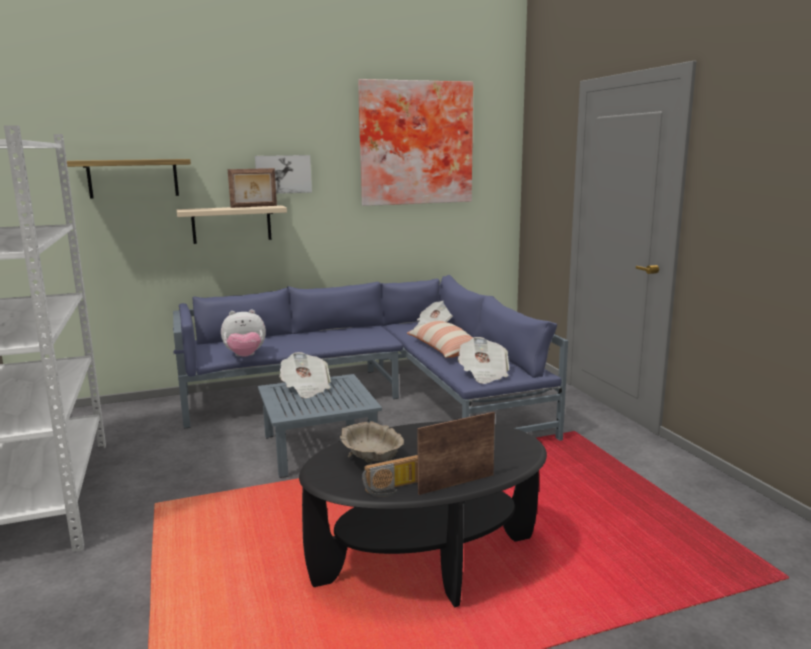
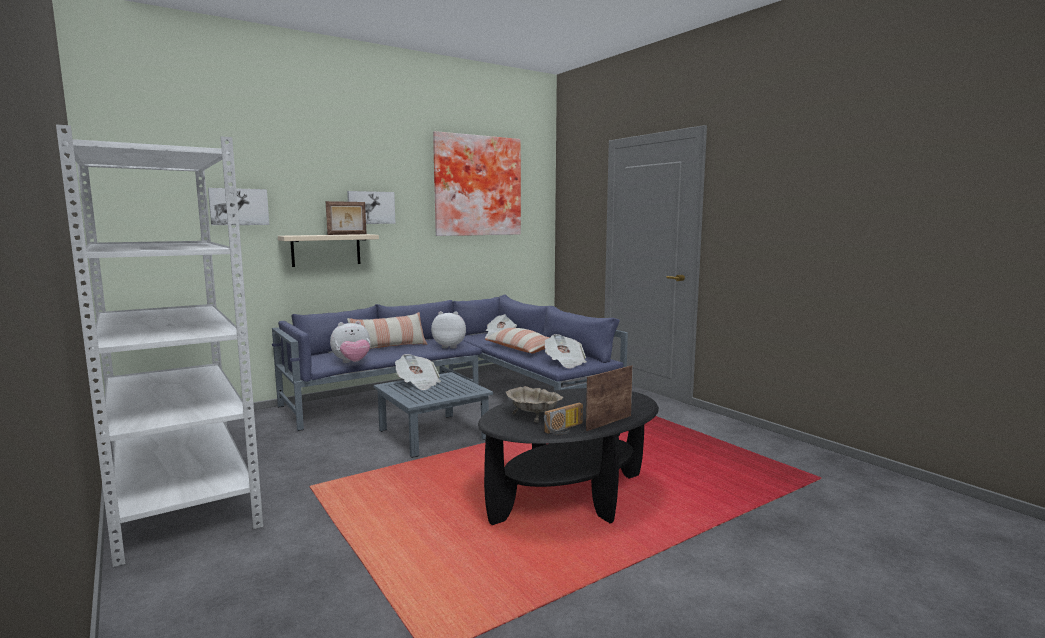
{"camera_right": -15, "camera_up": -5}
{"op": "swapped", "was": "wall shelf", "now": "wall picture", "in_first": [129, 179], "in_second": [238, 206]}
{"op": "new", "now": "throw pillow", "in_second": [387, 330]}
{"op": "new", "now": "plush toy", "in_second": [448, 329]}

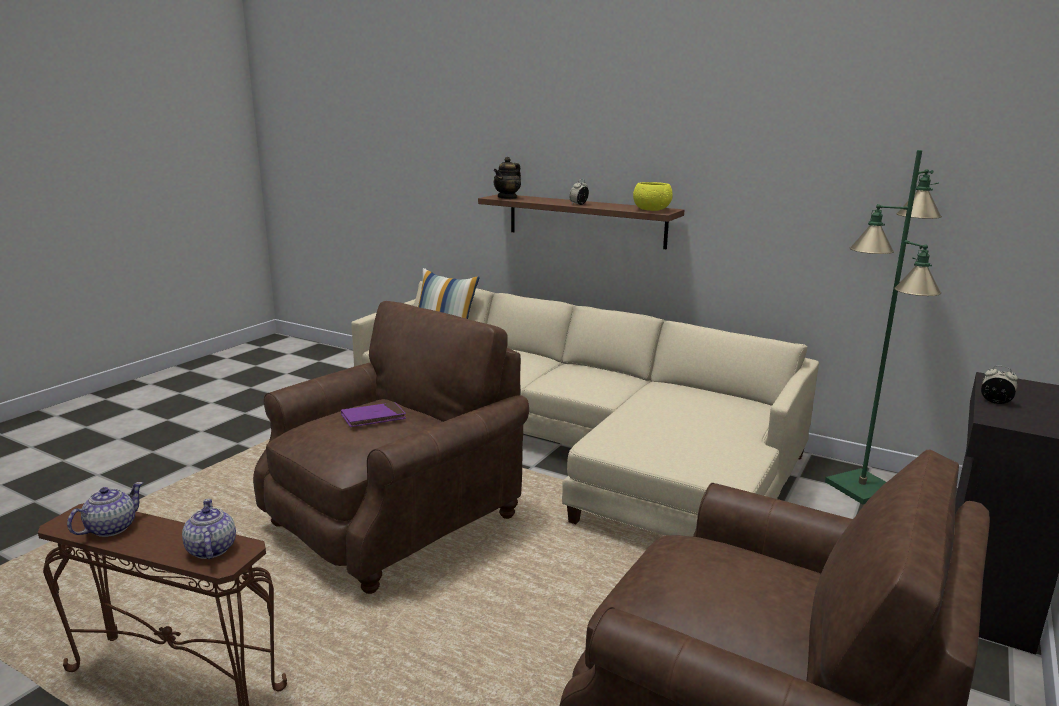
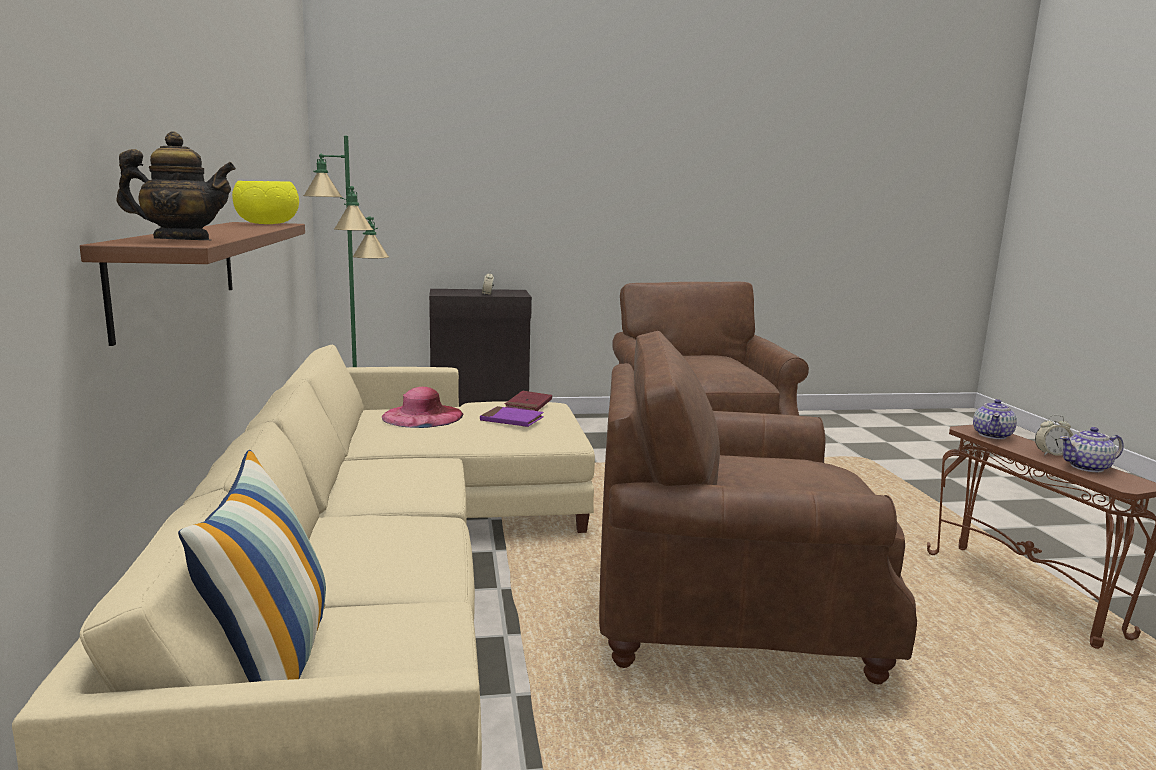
{"camera_right": -130, "camera_up": -5}
{"op": "shifted", "was": "purple-coloured bound book", "in_first": [373, 414], "in_second": [512, 416]}
{"op": "shifted", "was": "bedside clock", "in_first": [579, 192], "in_second": [1054, 435]}
{"op": "new", "now": "pink-coloured hat", "in_second": [422, 407]}
{"op": "new", "now": "red bound book", "in_second": [528, 401]}

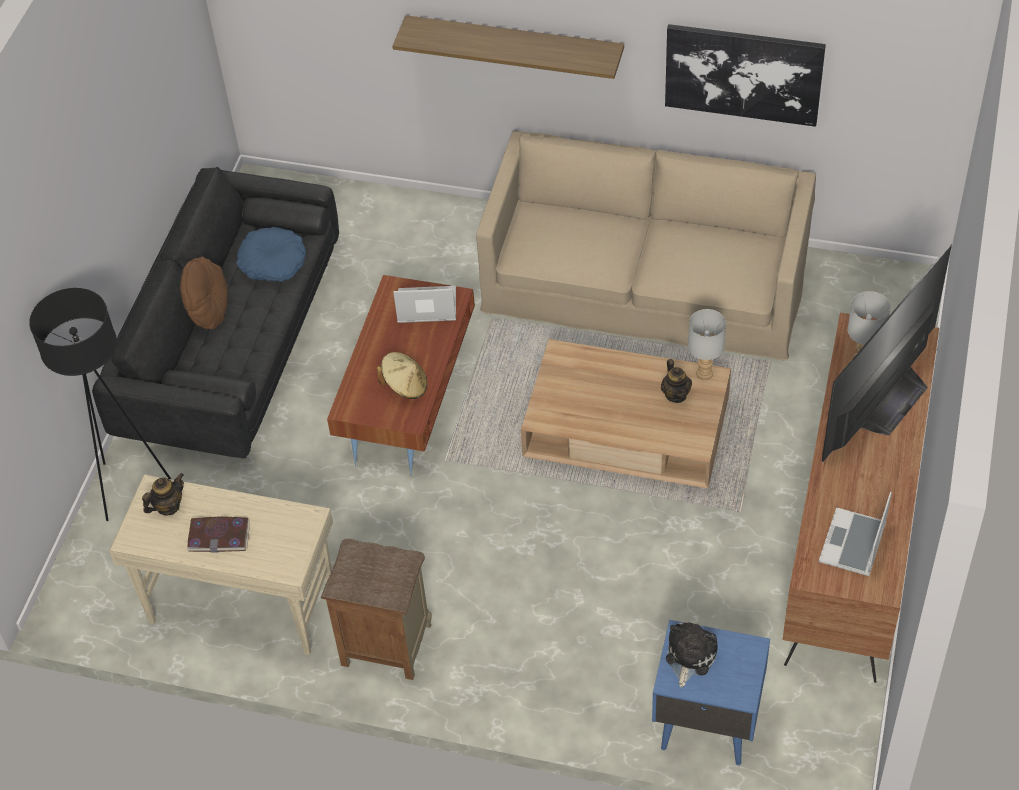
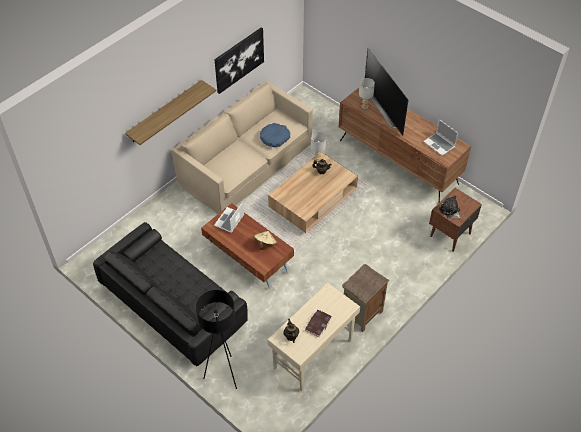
{"camera_right": -65, "camera_up": 0}
{"op": "gone", "was": "brown throw pillow", "in_first": [204, 292]}
{"op": "shifted", "was": "blue-coloured throw pillow", "in_first": [271, 254], "in_second": [275, 135]}
{"op": "repainted", "was": "blue-coloured nightstand", "now": "brown nightstand", "in_first": [711, 692], "in_second": [455, 220]}

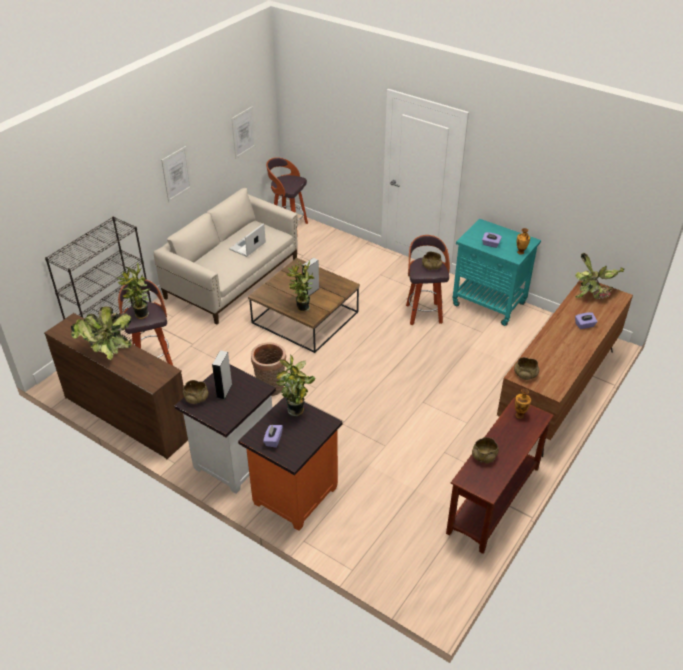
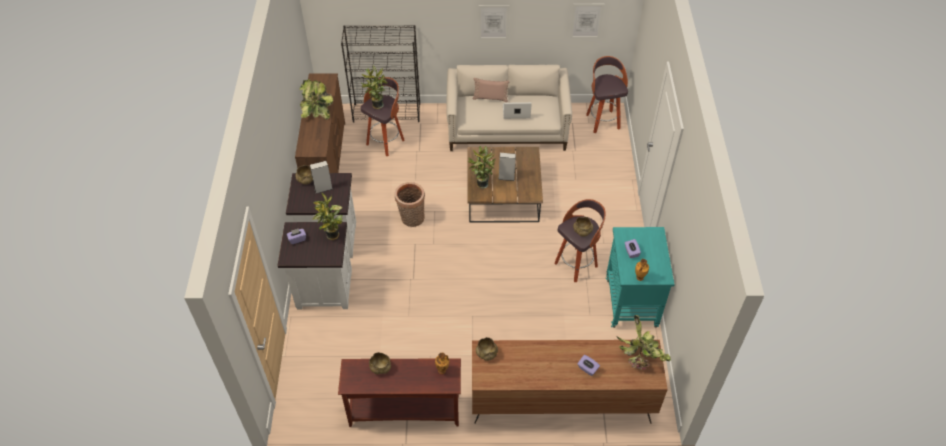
{"camera_right": 55, "camera_up": 10}
{"op": "repainted", "was": "orange-coloured cabinet", "now": "white cabinet", "in_first": [290, 464], "in_second": [314, 265]}
{"op": "new", "now": "beige-coloured throw pillow", "in_second": [491, 90]}

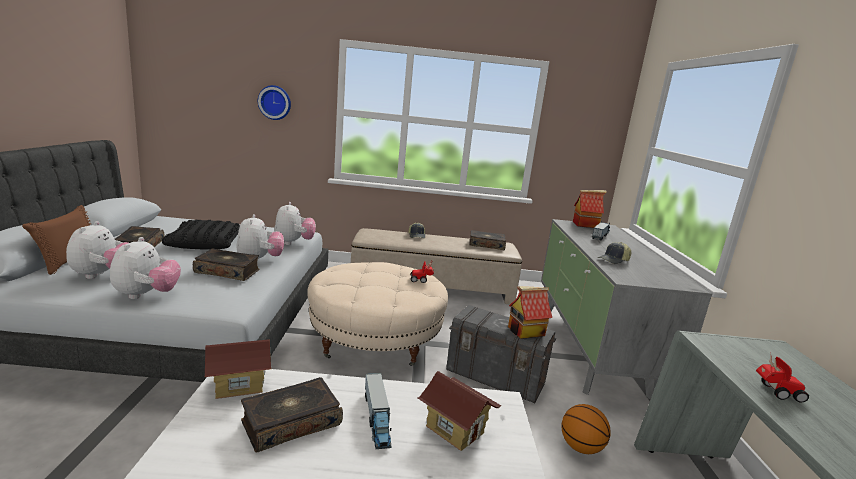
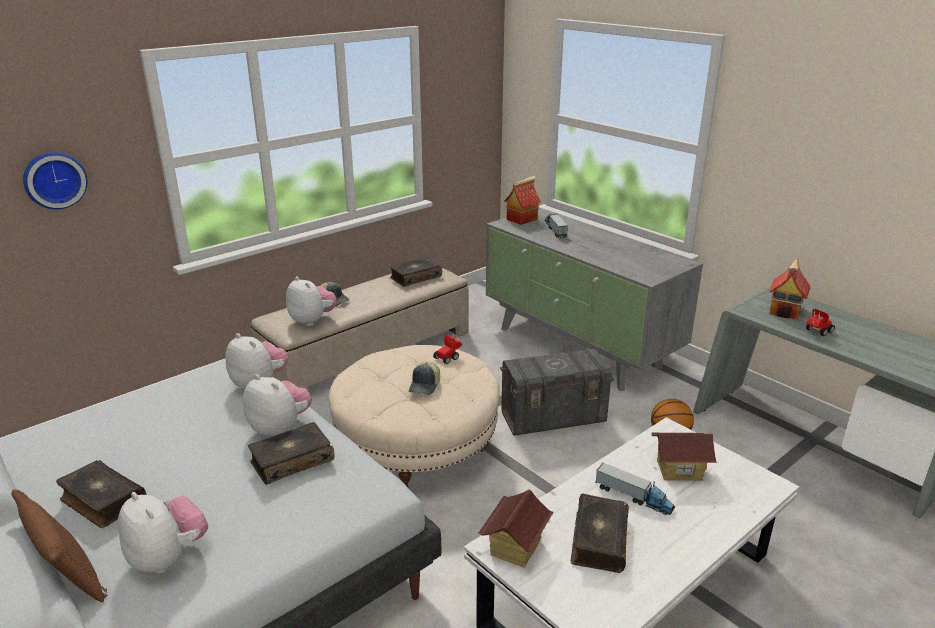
{"camera_right": -40, "camera_up": 10}
{"op": "shifted", "was": "plush toy", "in_first": [145, 268], "in_second": [311, 301]}
{"op": "gone", "was": "black throw pillow", "in_first": [201, 235]}
{"op": "shifted", "was": "toy house", "in_first": [530, 312], "in_second": [789, 289]}
{"op": "shifted", "was": "baseball cap", "in_first": [614, 253], "in_second": [424, 378]}

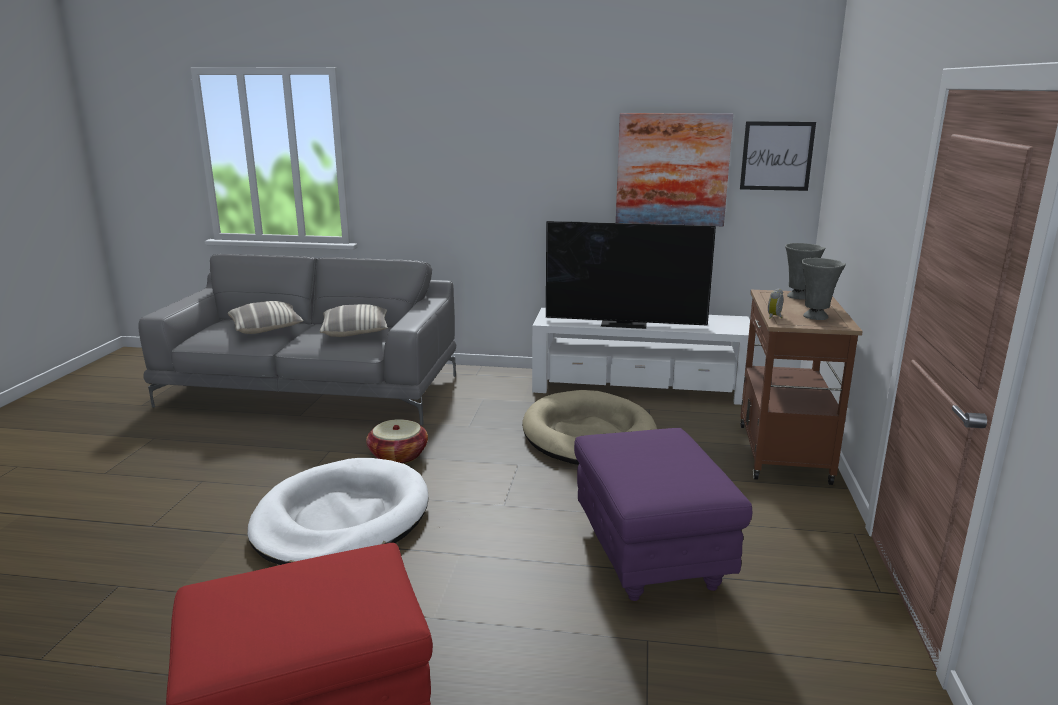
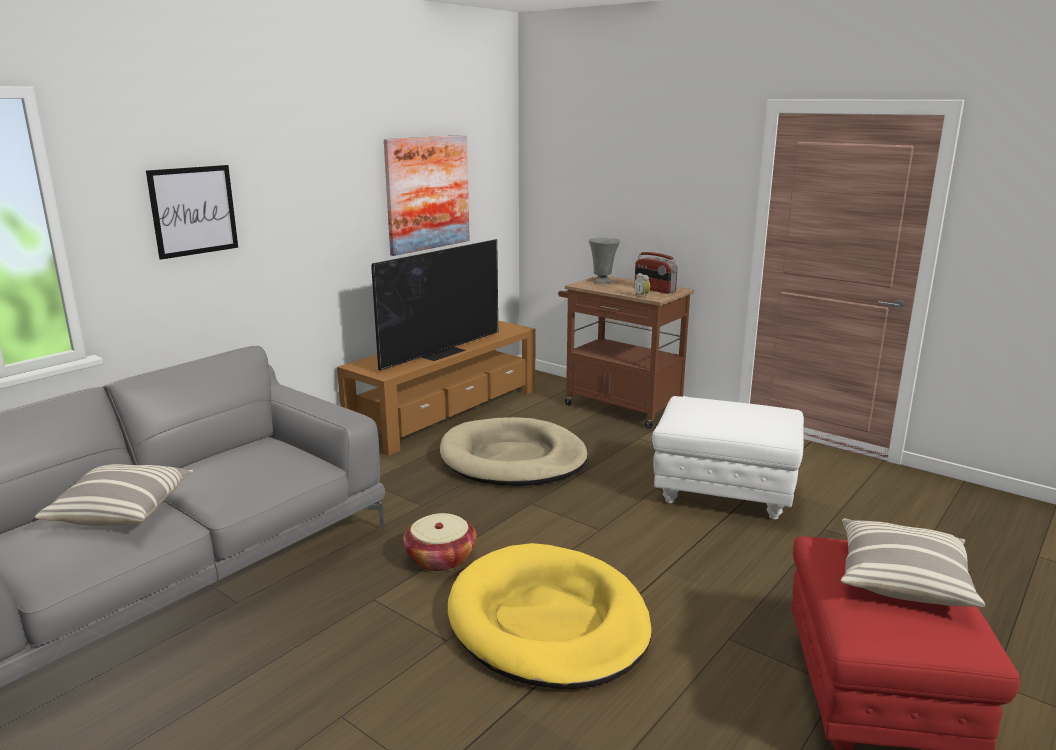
{"camera_right": -60, "camera_up": 0}
{"op": "repainted", "was": "white dog cushion", "now": "yellow dog cushion", "in_first": [337, 511], "in_second": [550, 616]}
{"op": "shifted", "was": "throw pillow", "in_first": [354, 320], "in_second": [913, 563]}
{"op": "repainted", "was": "white media console", "now": "brown media console", "in_first": [644, 356], "in_second": [436, 388]}
{"op": "repainted", "was": "purple-coloured pouffe", "now": "white pouffe", "in_first": [663, 514], "in_second": [728, 457]}
{"op": "shifted", "was": "wall picture", "in_first": [778, 156], "in_second": [192, 212]}
{"op": "swapped", "was": "grey decorative vase", "now": "radio set", "in_first": [823, 289], "in_second": [656, 273]}

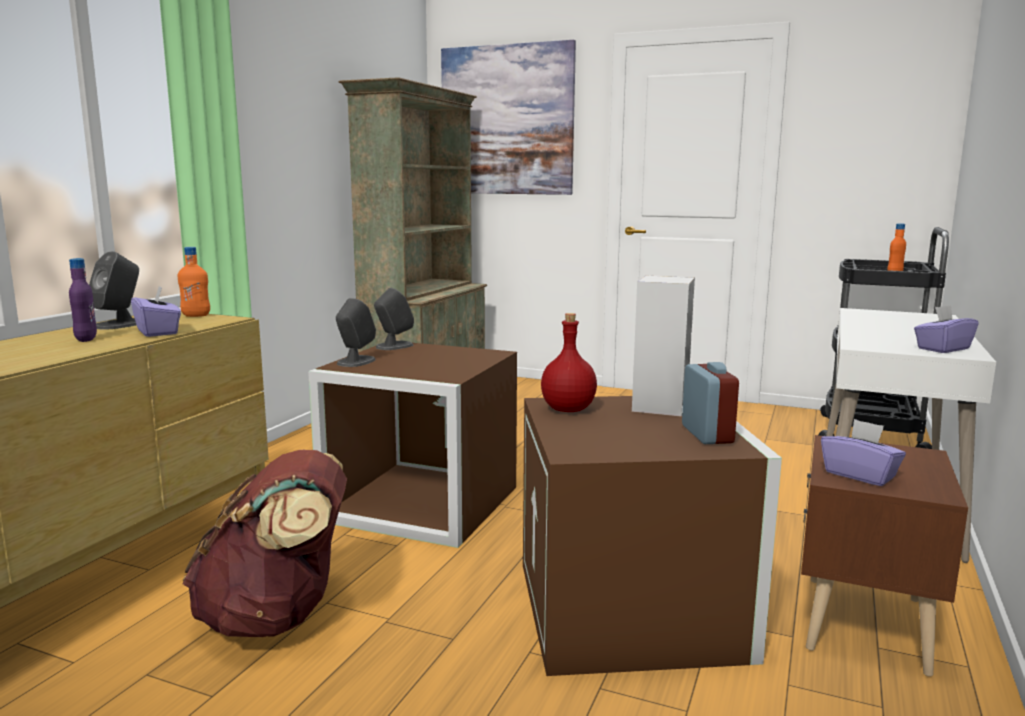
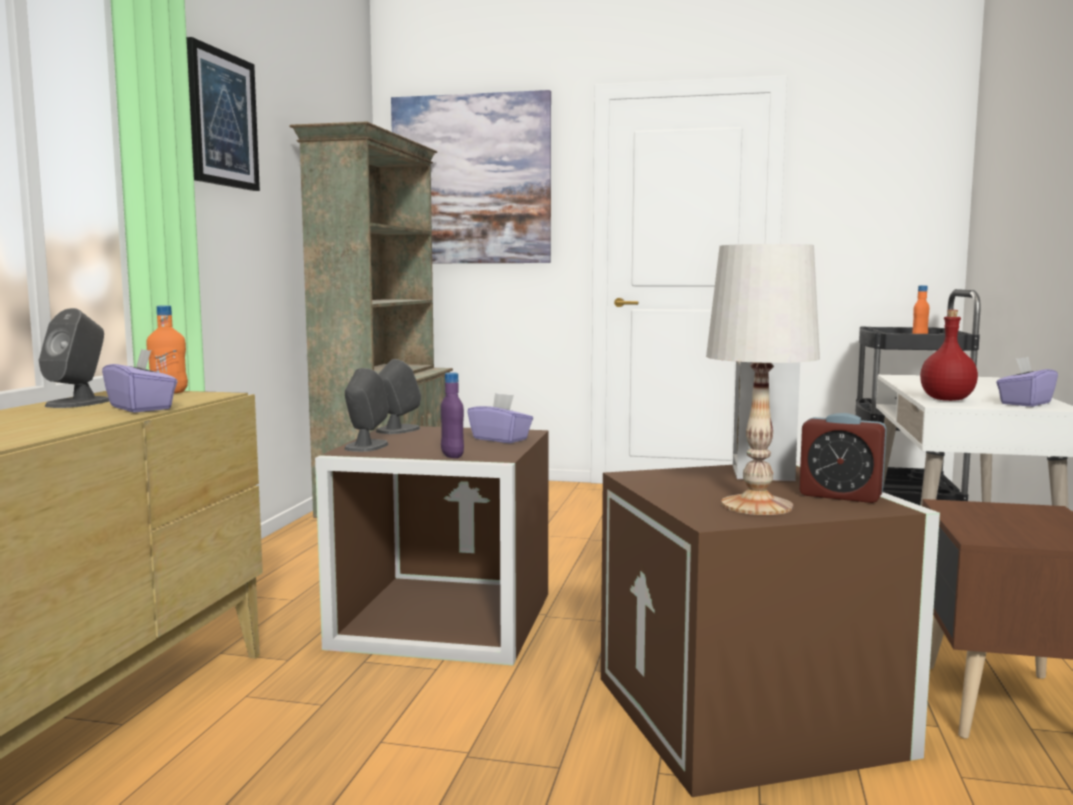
{"camera_right": -10, "camera_up": -5}
{"op": "shifted", "was": "purple-coloured bottle", "in_first": [83, 300], "in_second": [452, 415]}
{"op": "gone", "was": "brown knapsack", "in_first": [265, 543]}
{"op": "shifted", "was": "red bottle", "in_first": [569, 362], "in_second": [949, 355]}
{"op": "rotated", "was": "bedside clock", "in_first": [710, 403], "in_second": [843, 458], "clockwise": 135}
{"op": "shifted", "was": "purple-coloured tissue box", "in_first": [863, 452], "in_second": [500, 418]}
{"op": "new", "now": "wall picture", "in_second": [223, 114]}
{"op": "new", "now": "white tabletop lamp", "in_second": [763, 379]}

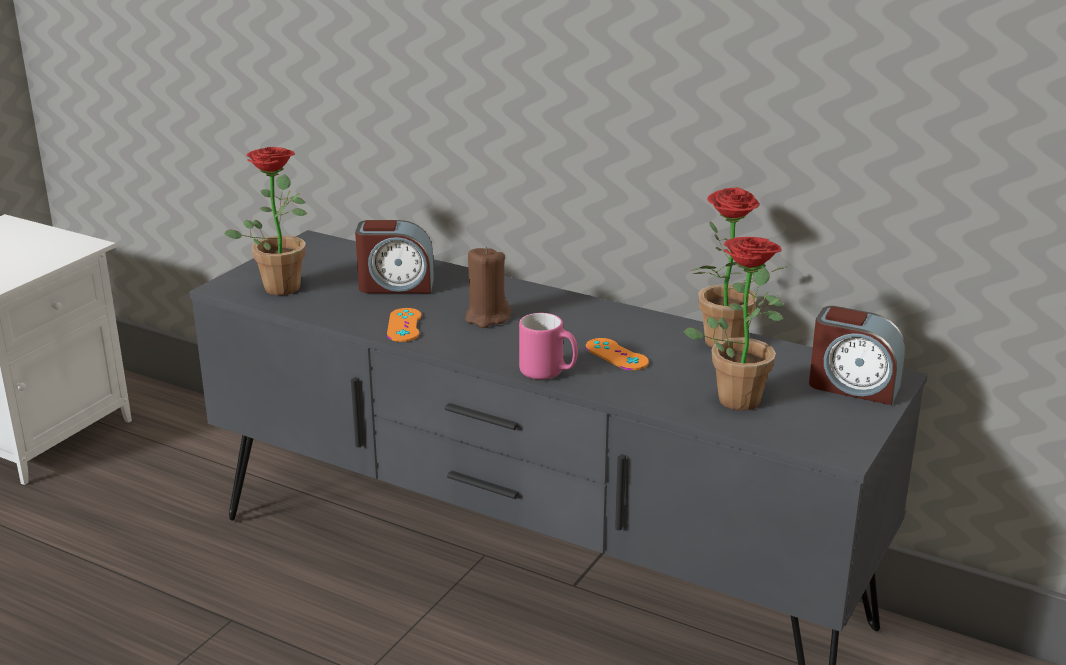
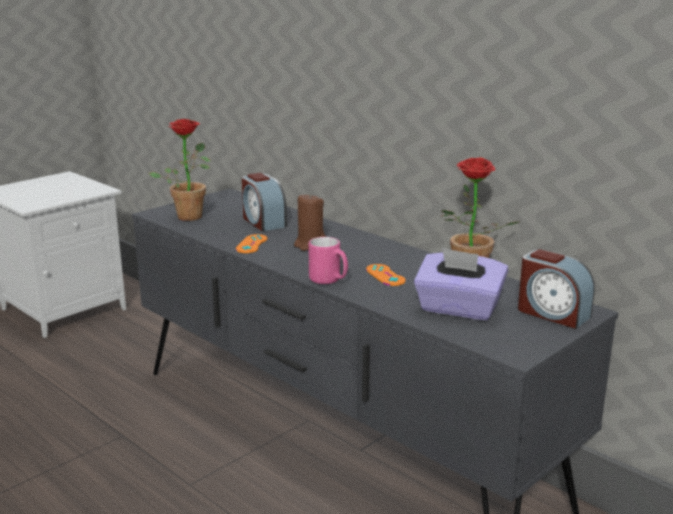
{"camera_right": 15, "camera_up": -5}
{"op": "rotated", "was": "bedside clock", "in_first": [394, 256], "in_second": [264, 202], "clockwise": 45}
{"op": "swapped", "was": "houseplant", "now": "purple-coloured tissue box", "in_first": [733, 324], "in_second": [461, 284]}

